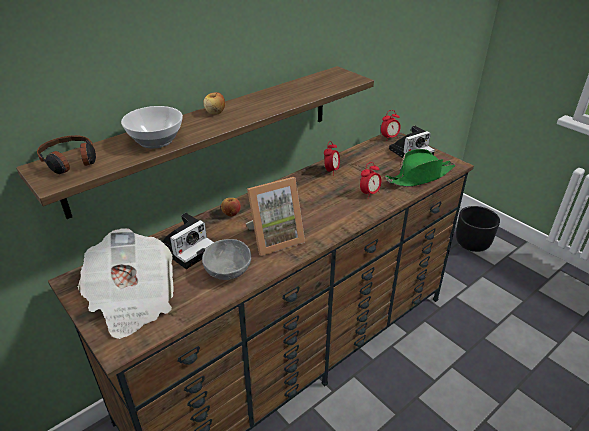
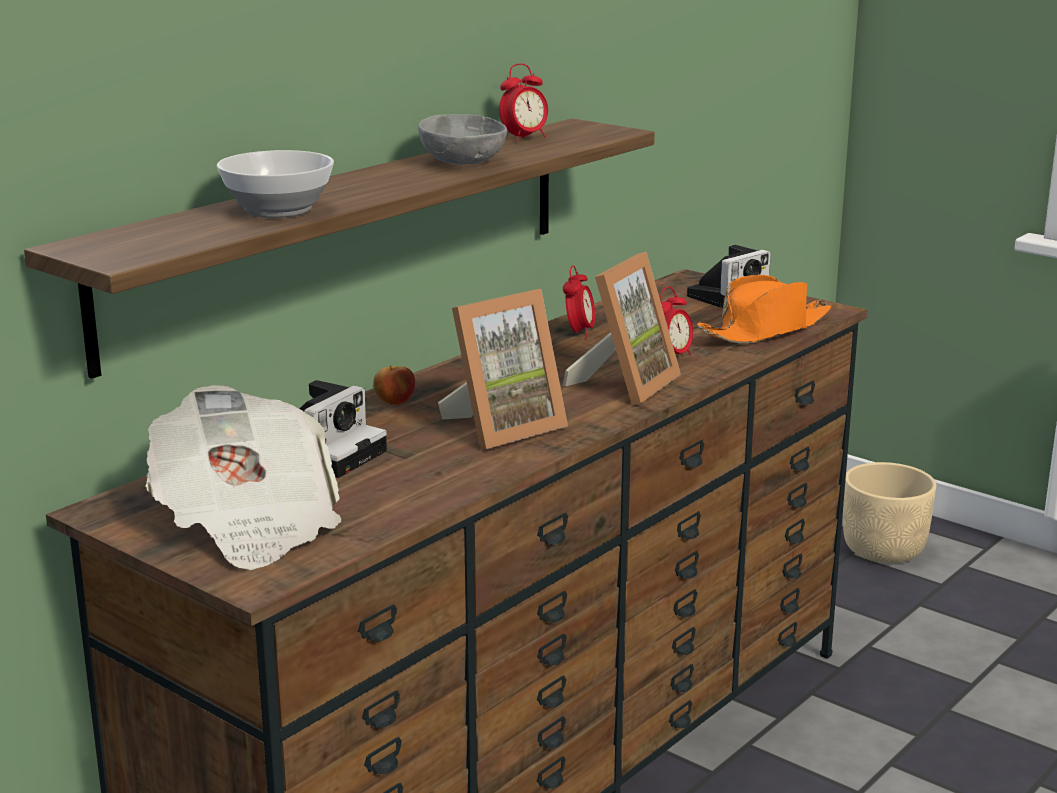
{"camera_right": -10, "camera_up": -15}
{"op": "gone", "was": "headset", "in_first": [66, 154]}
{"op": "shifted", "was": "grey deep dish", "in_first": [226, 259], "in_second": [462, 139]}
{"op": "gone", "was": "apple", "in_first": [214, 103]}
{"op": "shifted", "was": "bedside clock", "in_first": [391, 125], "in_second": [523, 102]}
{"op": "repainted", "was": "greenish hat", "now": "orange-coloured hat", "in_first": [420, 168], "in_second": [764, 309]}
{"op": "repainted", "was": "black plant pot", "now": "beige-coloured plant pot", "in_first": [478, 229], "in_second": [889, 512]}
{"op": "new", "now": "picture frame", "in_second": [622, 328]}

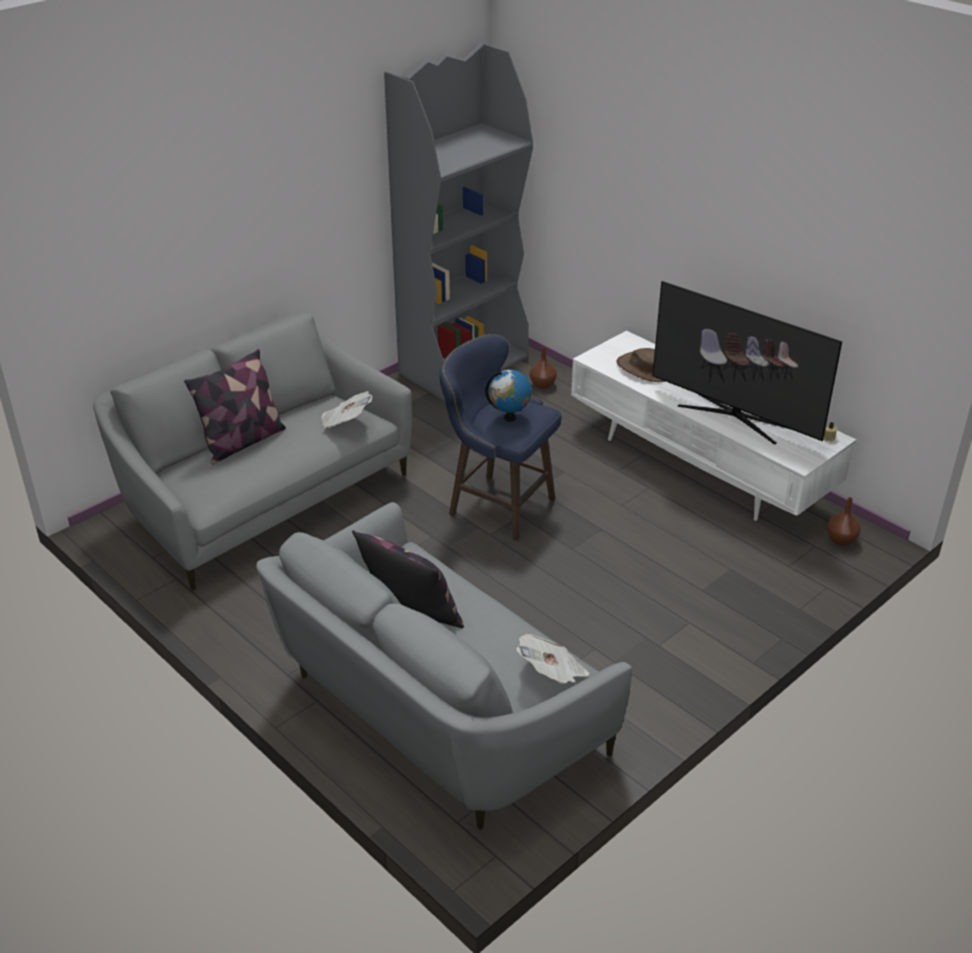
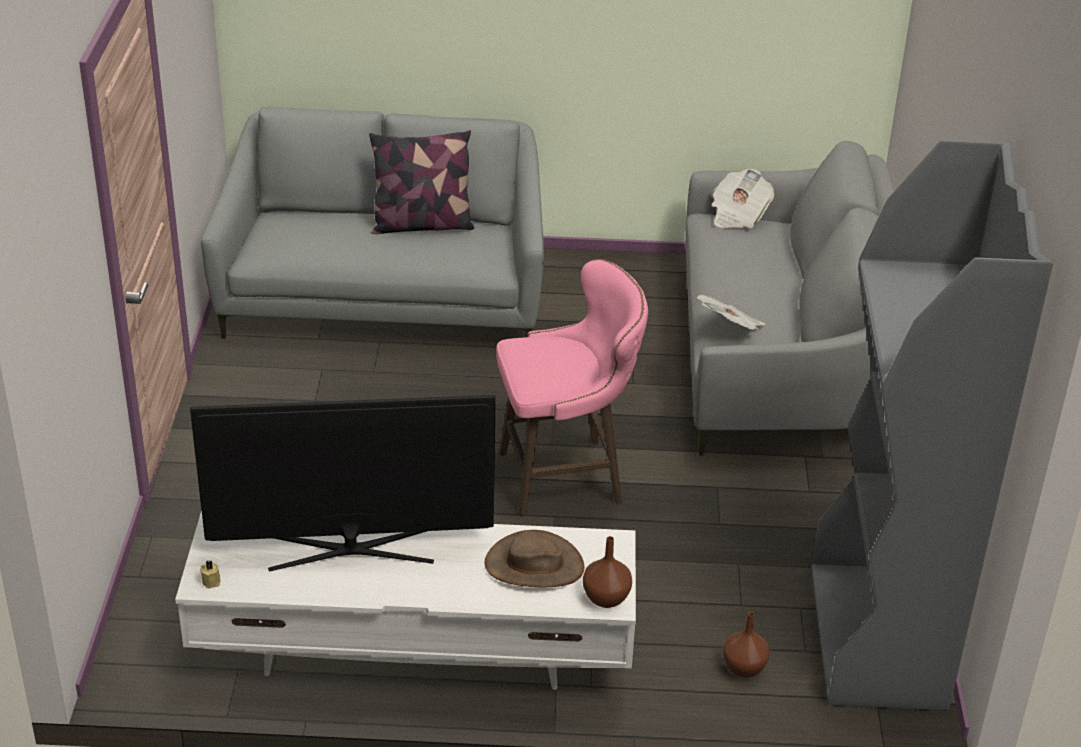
{"camera_right": 135, "camera_up": 0}
{"op": "gone", "was": "throw pillow", "in_first": [235, 407]}
{"op": "repainted", "was": "blue-coloured sitting stool", "now": "pink-coloured sitting stool", "in_first": [500, 437], "in_second": [572, 387]}
{"op": "gone", "was": "world globe", "in_first": [508, 396]}
{"op": "shifted", "was": "printed paper", "in_first": [552, 659], "in_second": [743, 198]}
{"op": "shifted", "was": "brown decorative vase", "in_first": [844, 521], "in_second": [607, 572]}

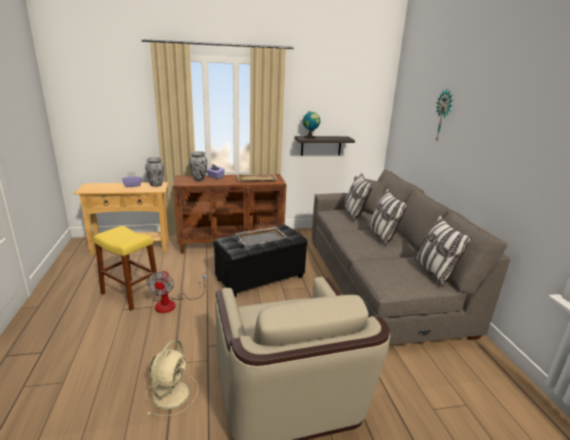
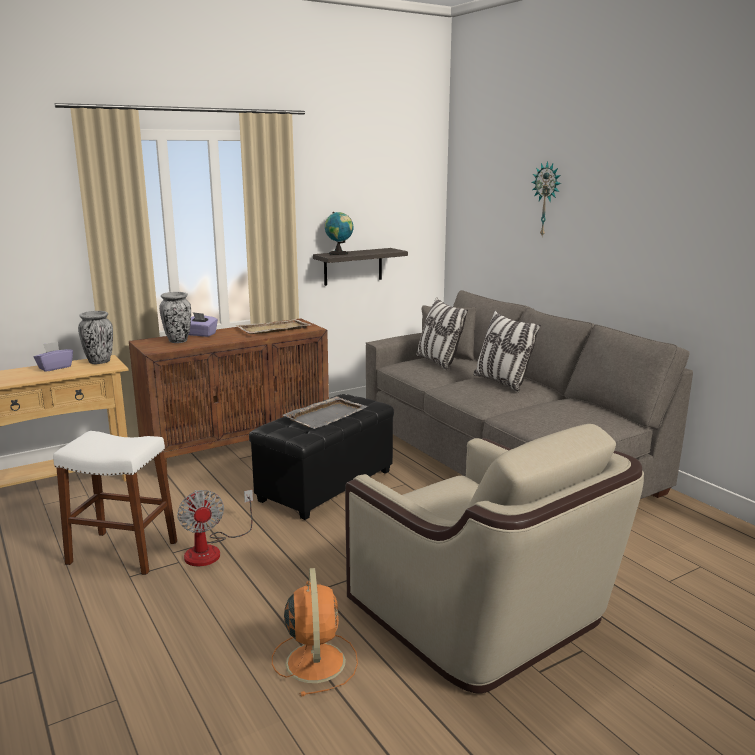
{"camera_right": -20, "camera_up": -5}
{"op": "repainted", "was": "yellow sitting stool", "now": "white sitting stool", "in_first": [126, 268], "in_second": [115, 503]}
{"op": "repainted", "was": "beige-coloured electric fan", "now": "orange-coloured electric fan", "in_first": [172, 378], "in_second": [315, 632]}
{"op": "gone", "was": "throw pillow", "in_first": [443, 251]}

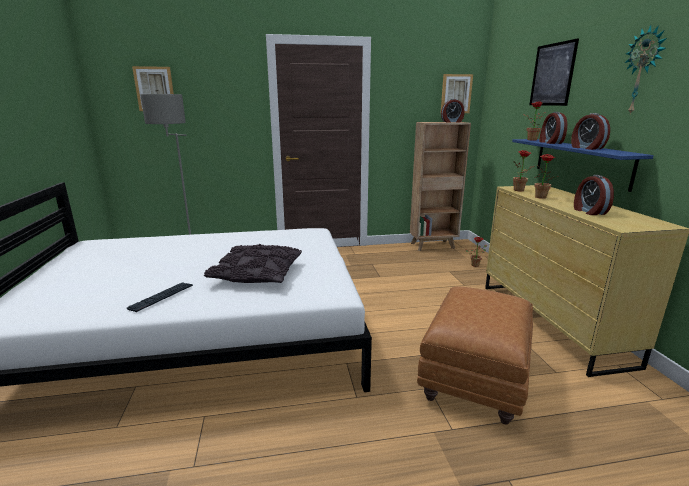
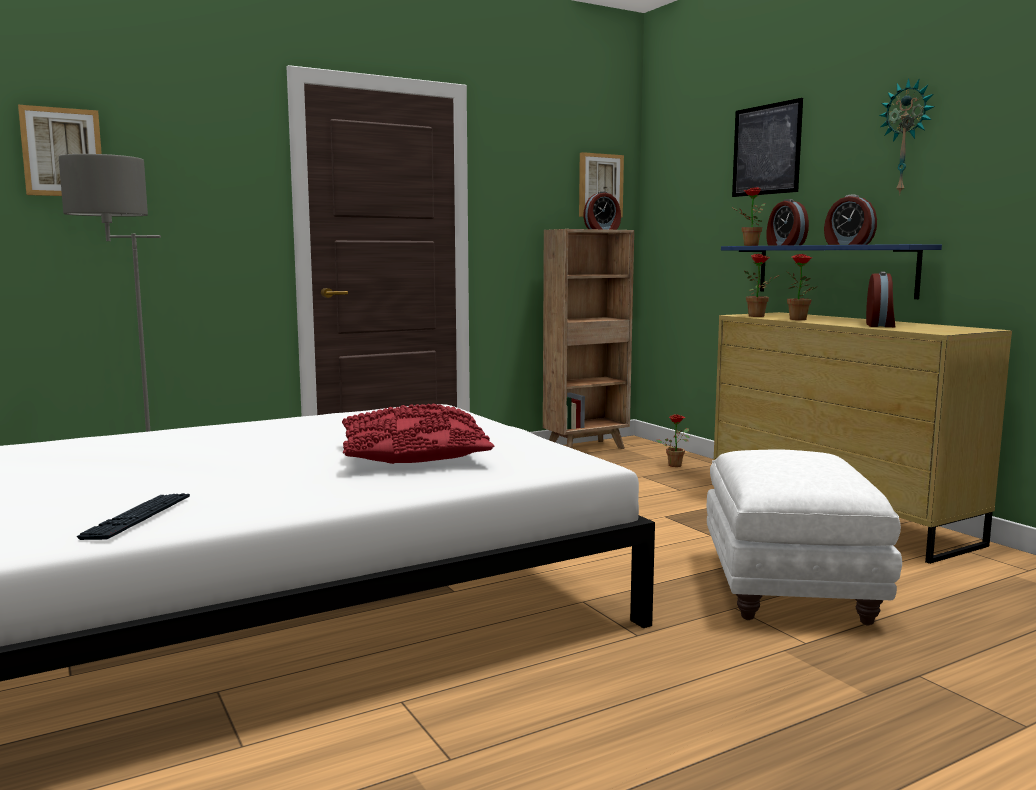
{"camera_right": -20, "camera_up": -10}
{"op": "shifted", "was": "PC keyboard", "in_first": [160, 297], "in_second": [133, 516]}
{"op": "repainted", "was": "black throw pillow", "now": "red throw pillow", "in_first": [253, 263], "in_second": [418, 434]}
{"op": "repainted", "was": "brown pouffe", "now": "white pouffe", "in_first": [475, 356], "in_second": [804, 537]}
{"op": "rotated", "was": "bedside clock", "in_first": [594, 195], "in_second": [881, 299], "clockwise": -135}

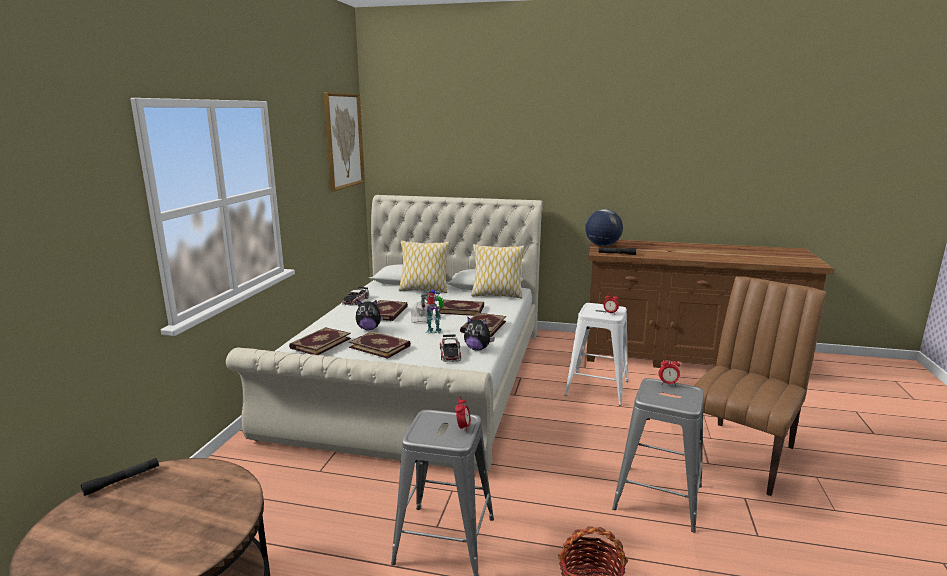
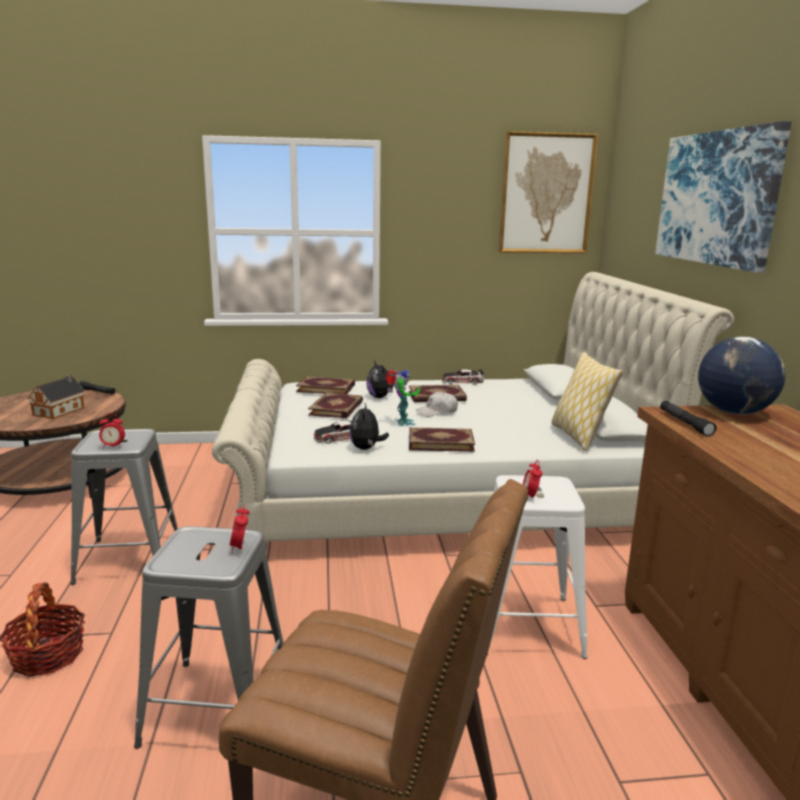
{"camera_right": 70, "camera_up": 0}
{"op": "gone", "was": "throw pillow", "in_first": [424, 266]}
{"op": "gone", "was": "bound book", "in_first": [461, 308]}
{"op": "new", "now": "toy house", "in_second": [56, 396]}
{"op": "new", "now": "wall picture", "in_second": [723, 197]}

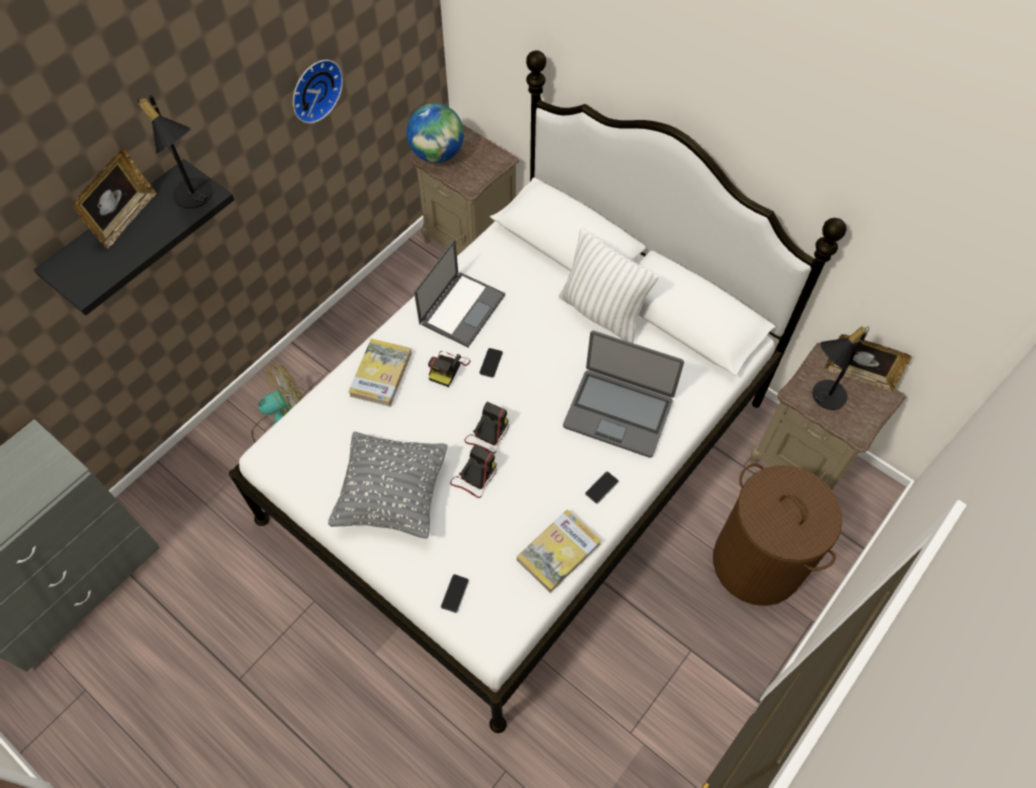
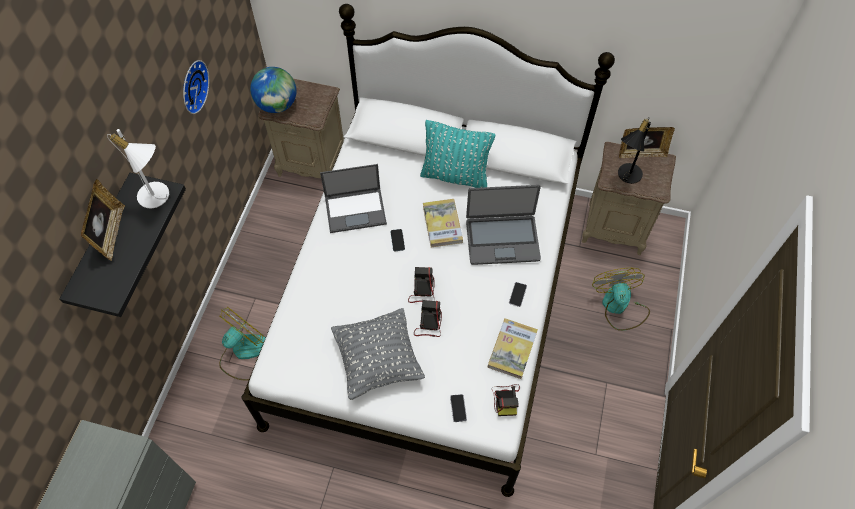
{"camera_right": -25, "camera_up": 0}
{"op": "repainted", "was": "black tabletop lamp", "now": "white tabletop lamp", "in_first": [175, 151], "in_second": [138, 169]}
{"op": "shifted", "was": "bound book", "in_first": [380, 373], "in_second": [443, 223]}
{"op": "rotated", "was": "laptop", "in_first": [459, 293], "in_second": [353, 198], "clockwise": 75}
{"op": "shifted", "was": "still camera", "in_first": [449, 369], "in_second": [506, 400]}
{"op": "repainted", "was": "white throw pillow", "now": "turquoise throw pillow", "in_first": [609, 285], "in_second": [457, 154]}
{"op": "swapped", "was": "brown hamper", "now": "electric fan", "in_first": [777, 534], "in_second": [621, 299]}

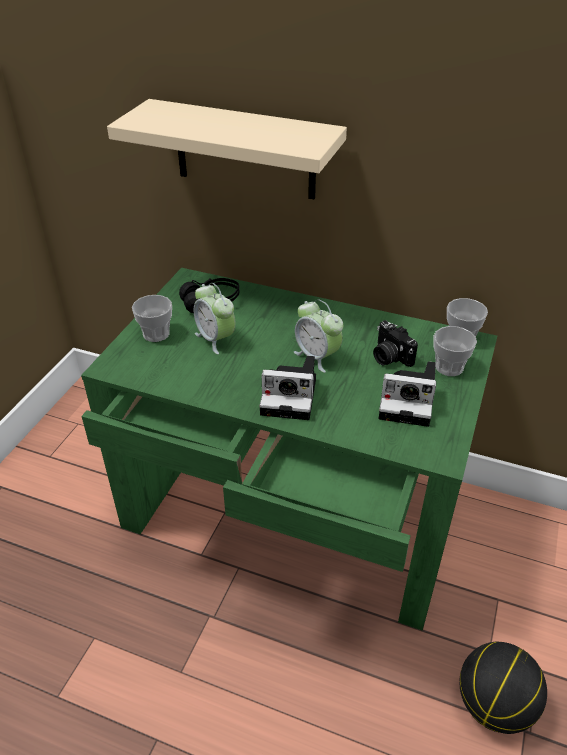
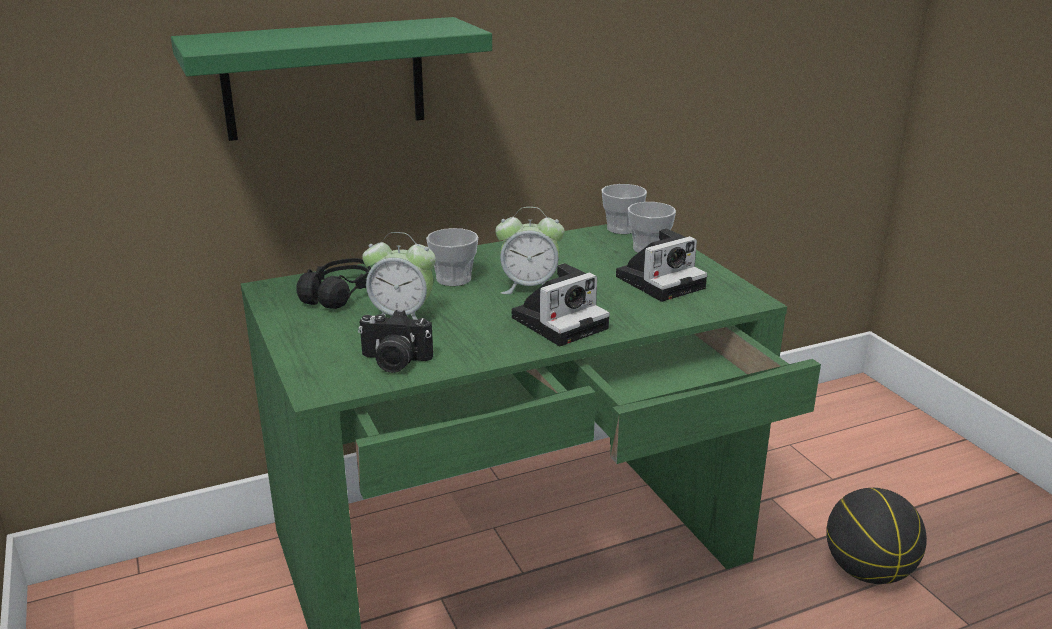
{"camera_right": -45, "camera_up": -15}
{"op": "repainted", "was": "beige-coloured wall shelf", "now": "greenish wall shelf", "in_first": [227, 149], "in_second": [331, 79]}
{"op": "shifted", "was": "drinking cup", "in_first": [152, 318], "in_second": [452, 257]}
{"op": "shifted", "was": "still camera", "in_first": [395, 343], "in_second": [395, 341]}

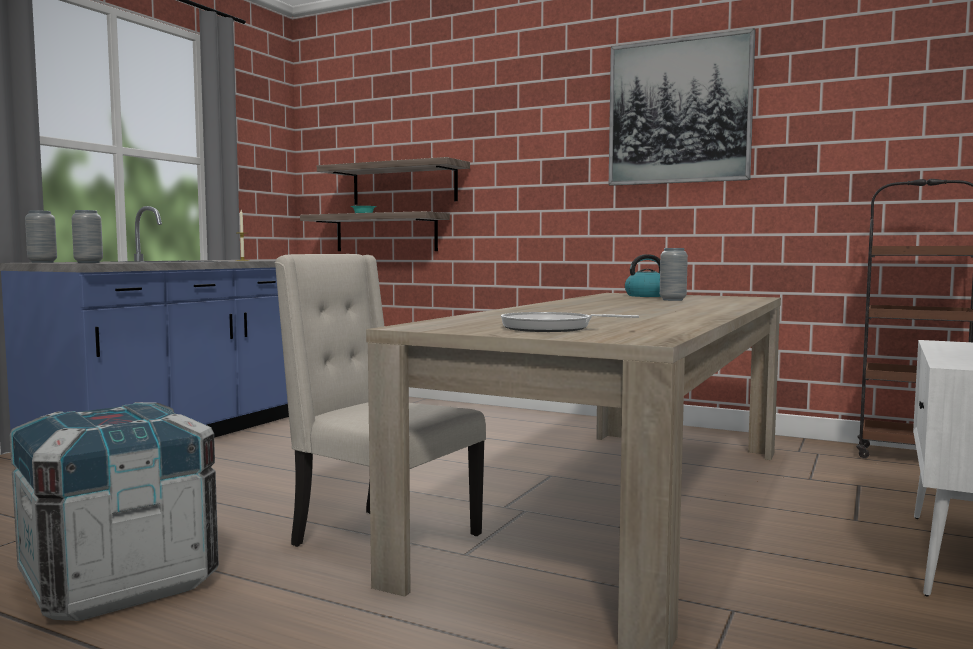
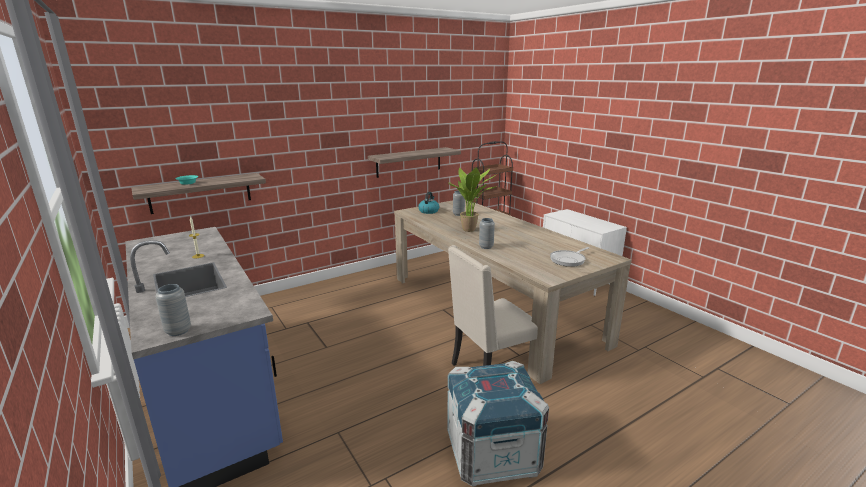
{"camera_right": -60, "camera_up": 15}
{"op": "shifted", "was": "grey decorative vase", "in_first": [87, 236], "in_second": [487, 233]}
{"op": "shifted", "was": "wall shelf", "in_first": [393, 181], "in_second": [414, 162]}
{"op": "gone", "was": "wall picture", "in_first": [682, 107]}
{"op": "new", "now": "houseplant", "in_second": [473, 200]}

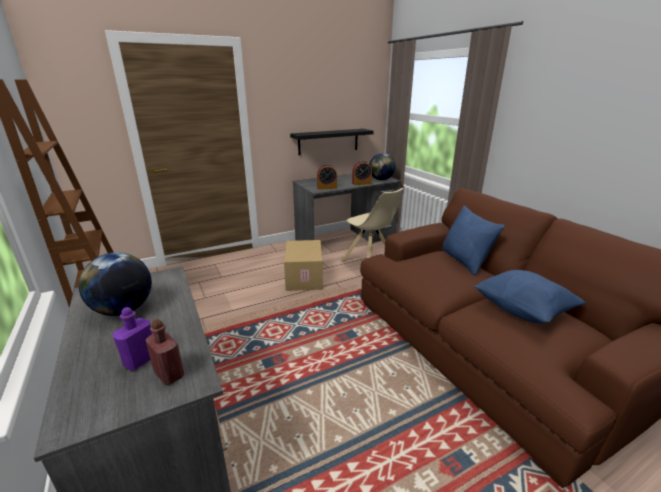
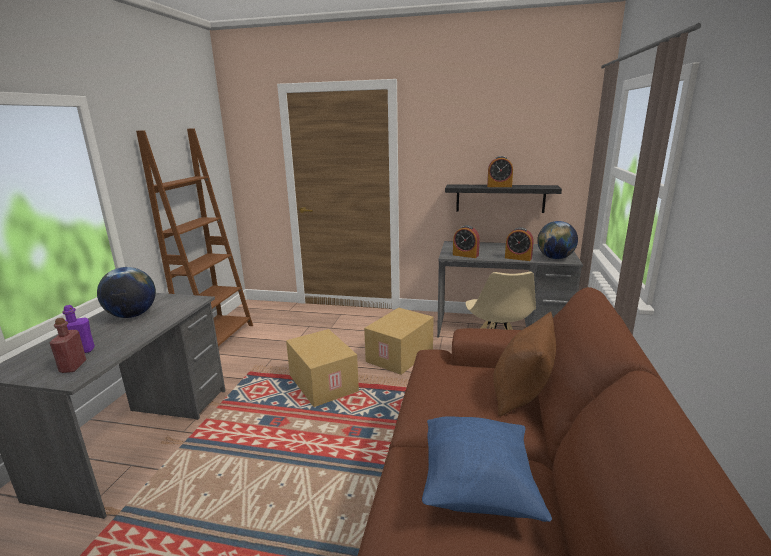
{"camera_right": 40, "camera_up": -5}
{"op": "repainted", "was": "blue-coloured throw pillow", "now": "brown throw pillow", "in_first": [473, 240], "in_second": [524, 363]}
{"op": "new", "now": "packing box", "in_second": [322, 368]}
{"op": "new", "now": "bedside clock", "in_second": [500, 171]}

